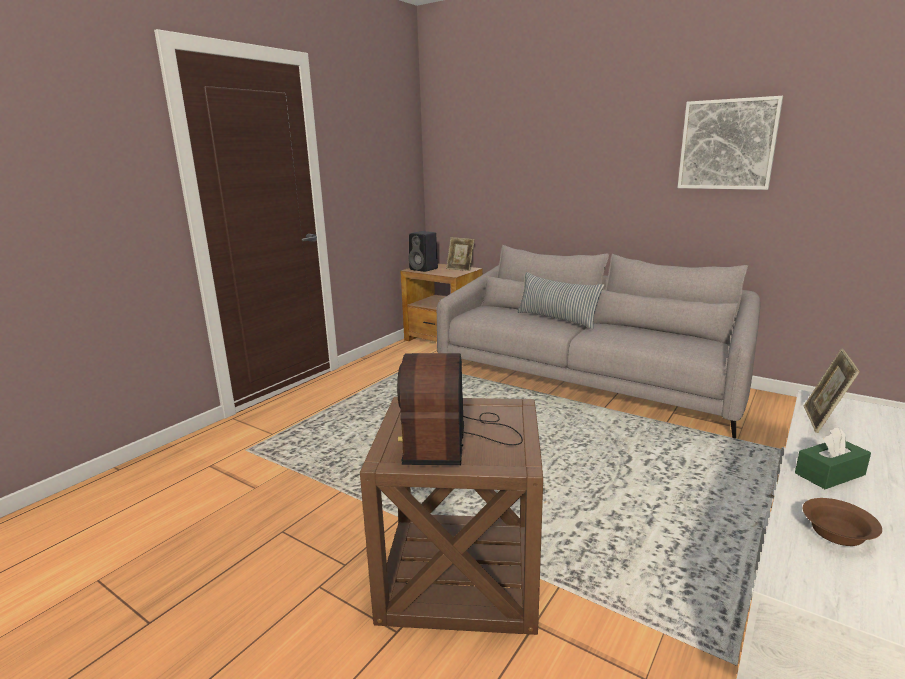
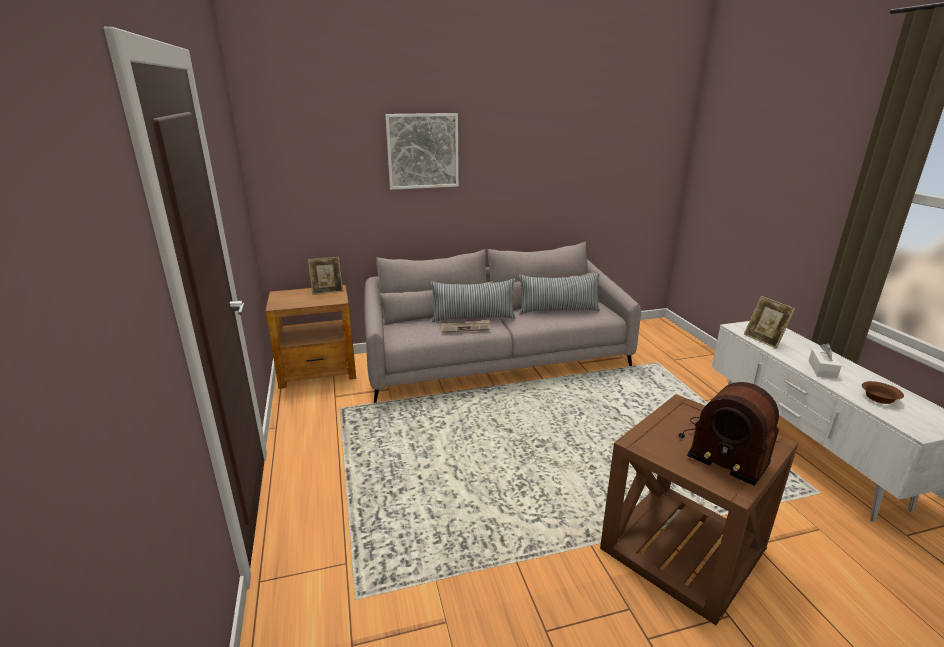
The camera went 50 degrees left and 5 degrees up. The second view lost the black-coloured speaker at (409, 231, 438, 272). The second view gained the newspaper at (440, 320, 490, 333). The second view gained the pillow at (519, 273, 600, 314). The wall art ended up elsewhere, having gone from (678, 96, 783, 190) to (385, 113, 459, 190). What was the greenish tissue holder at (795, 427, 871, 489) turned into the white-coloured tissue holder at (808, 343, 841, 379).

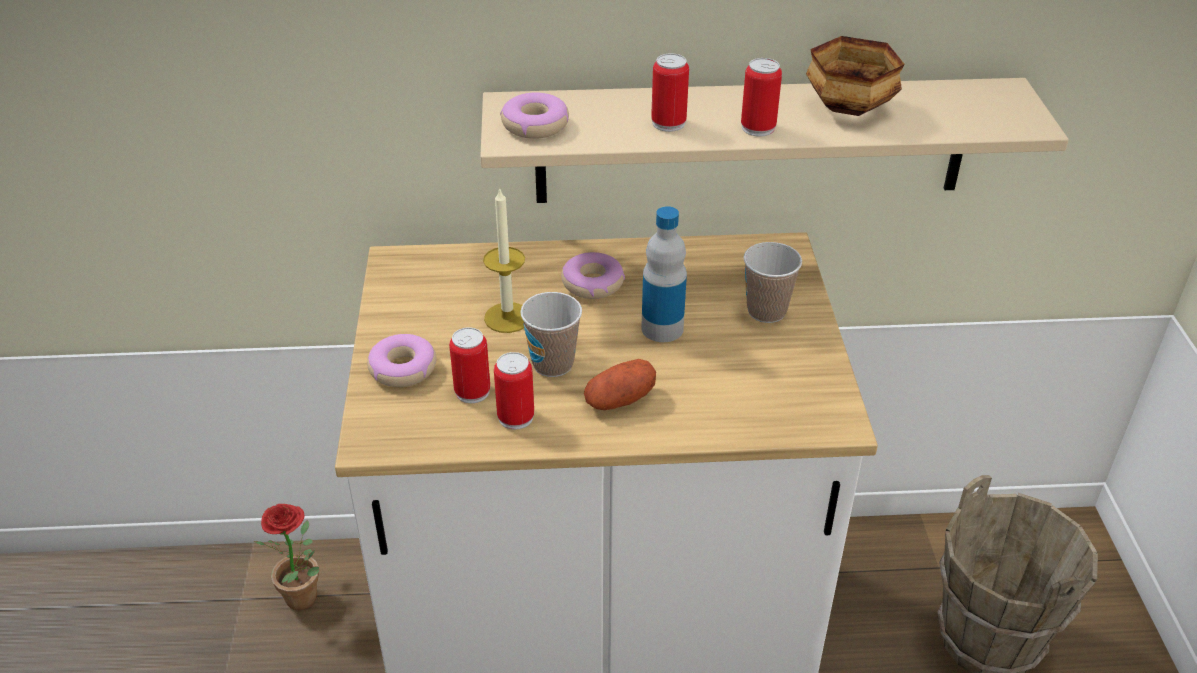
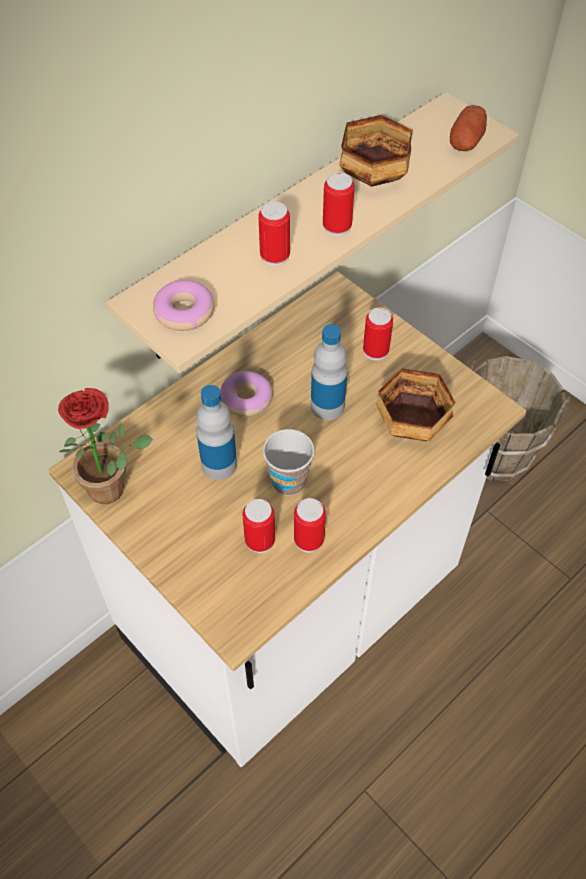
The camera went 40 degrees left and 15 degrees up. The second view lost the doughnut at (367, 334, 436, 387). The second view gained the bowl at (375, 368, 456, 441). The houseplant ended up elsewhere, having gone from (254, 504, 319, 610) to (58, 388, 153, 504). The potato ended up elsewhere, having gone from (584, 359, 656, 410) to (450, 105, 487, 151). Where the candle stood at (483, 187, 525, 333), the drink bottle came to stand at (196, 385, 237, 480). Where the cup stood at (743, 242, 802, 323), the metal can came to stand at (363, 307, 393, 361).

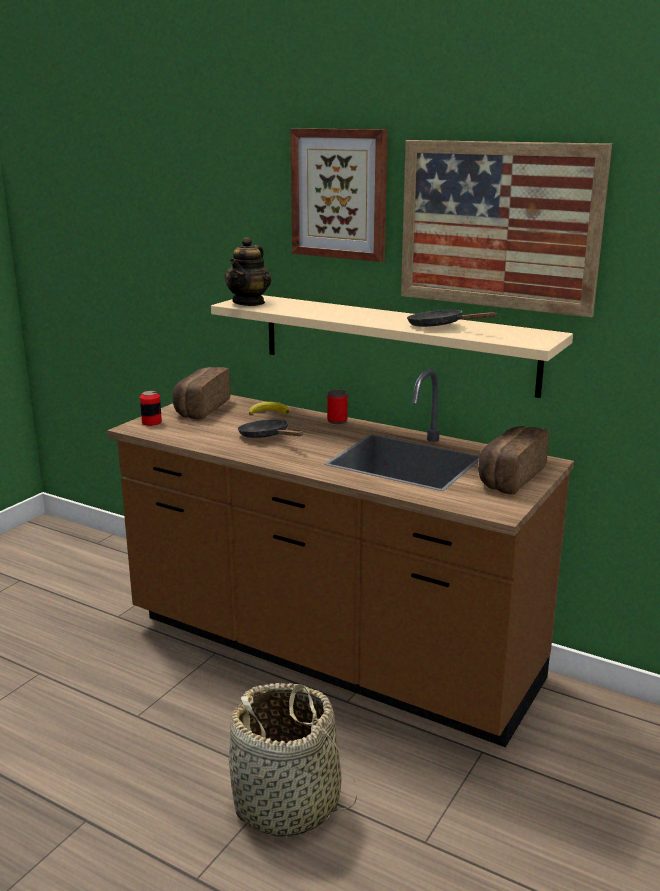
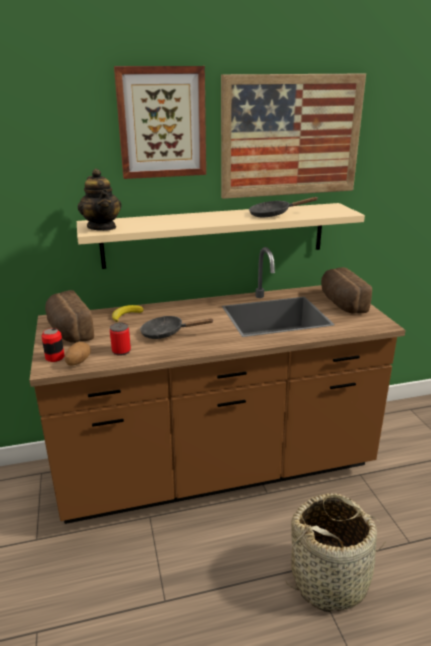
The camera went 45 degrees left and 5 degrees up. The second view gained the potato at (65, 342, 91, 366). The metal can ended up elsewhere, having gone from (327, 390, 348, 424) to (110, 323, 131, 356).

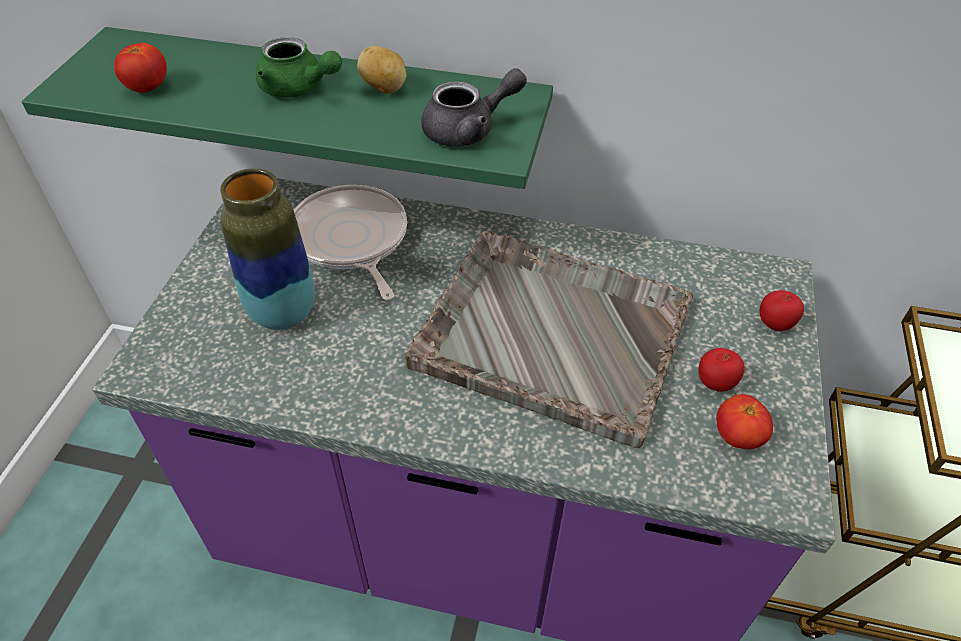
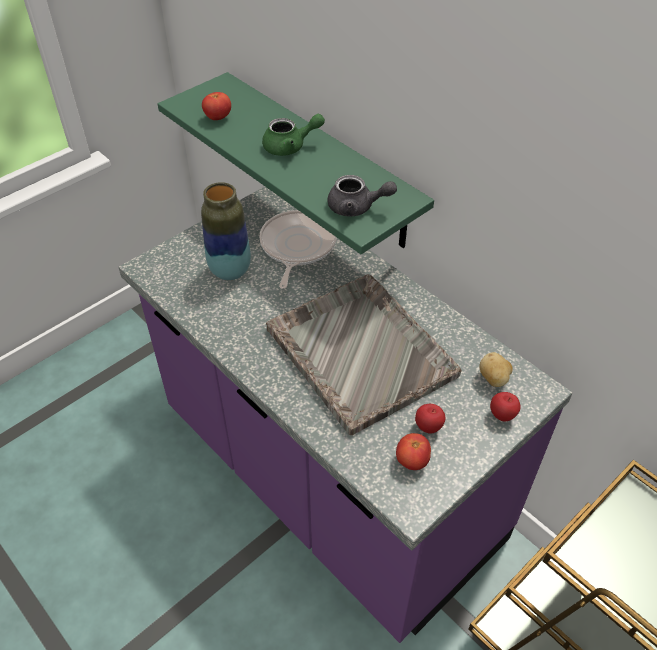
The camera went 35 degrees right and 0 degrees up. The potato ended up elsewhere, having gone from (357, 46, 407, 94) to (479, 352, 513, 387). The greenish tea pot at (256, 37, 342, 97) ended up facing another way, 75 degrees counterclockwise from before.

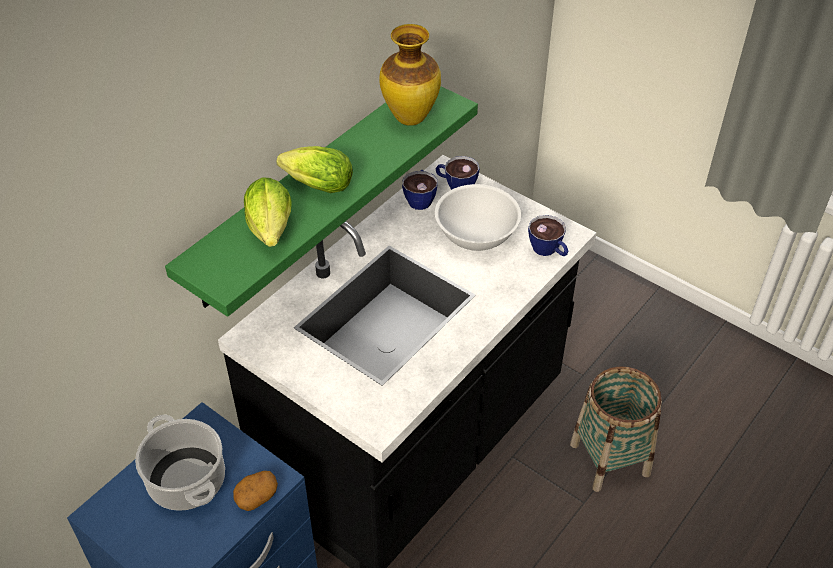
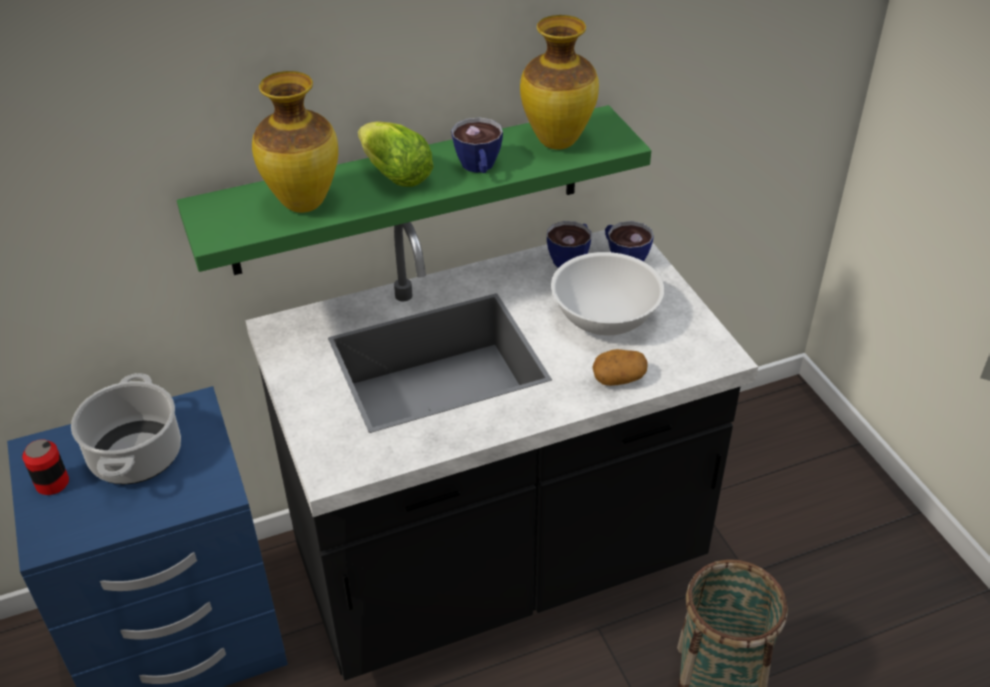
The camera went 30 degrees right and 5 degrees down. The second view gained the metal can at (22, 439, 69, 495). The potato ended up elsewhere, having gone from (233, 471, 278, 511) to (592, 349, 648, 386). The cup ended up elsewhere, having gone from (528, 215, 568, 256) to (451, 117, 503, 173). Where the lettuce head stood at (244, 177, 292, 247), the decorative vase came to stand at (252, 71, 338, 213).

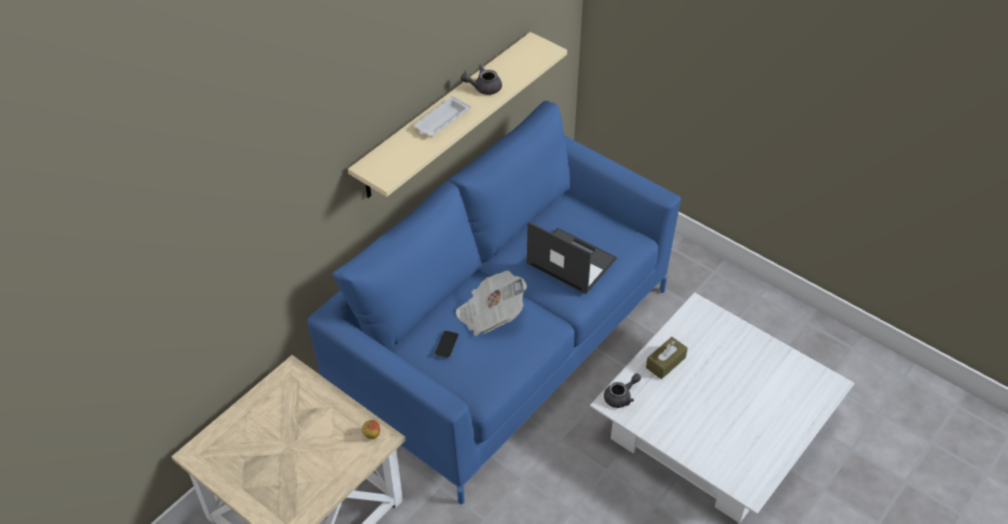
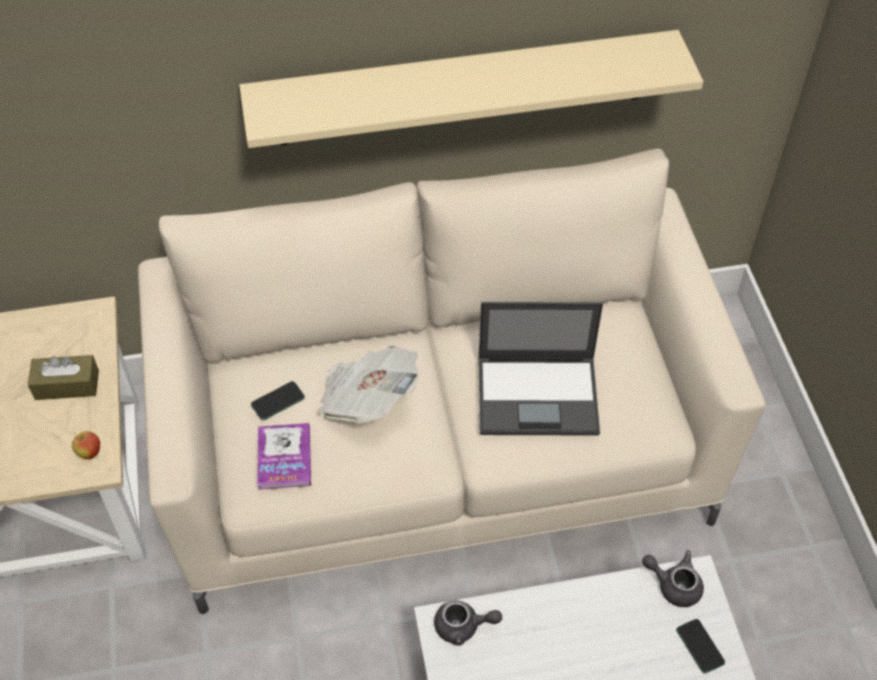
The camera went 40 degrees right and 5 degrees up. The second view lost the white-coloured serving tray at (414, 96, 471, 137). The second view gained the bound book at (257, 423, 311, 490). The second view gained the handset at (676, 619, 725, 674). The gray tea pot ended up elsewhere, having gone from (461, 64, 502, 95) to (642, 550, 704, 607). The brown-coloured tissue holder ended up elsewhere, having gone from (646, 337, 688, 379) to (28, 355, 99, 400). What was the blue couch at (308, 101, 681, 504) turned into the sand-coloured couch at (138, 149, 766, 614). The portable computer at (526, 221, 617, 294) ended up facing another way, 105 degrees clockwise from before.

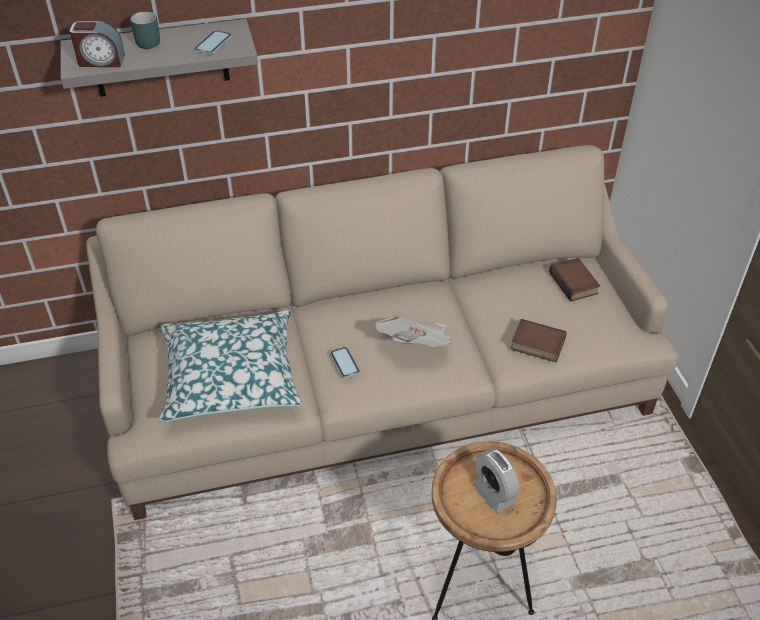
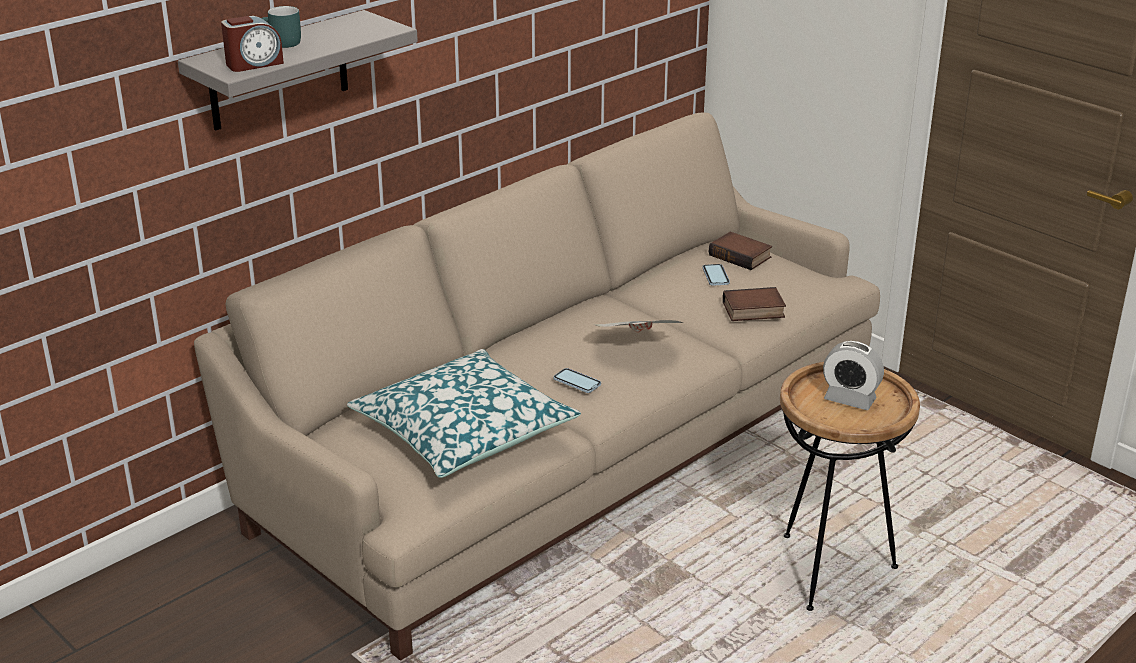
The camera went 30 degrees left and 15 degrees down. The handset ended up elsewhere, having gone from (194, 30, 232, 55) to (702, 264, 730, 286).

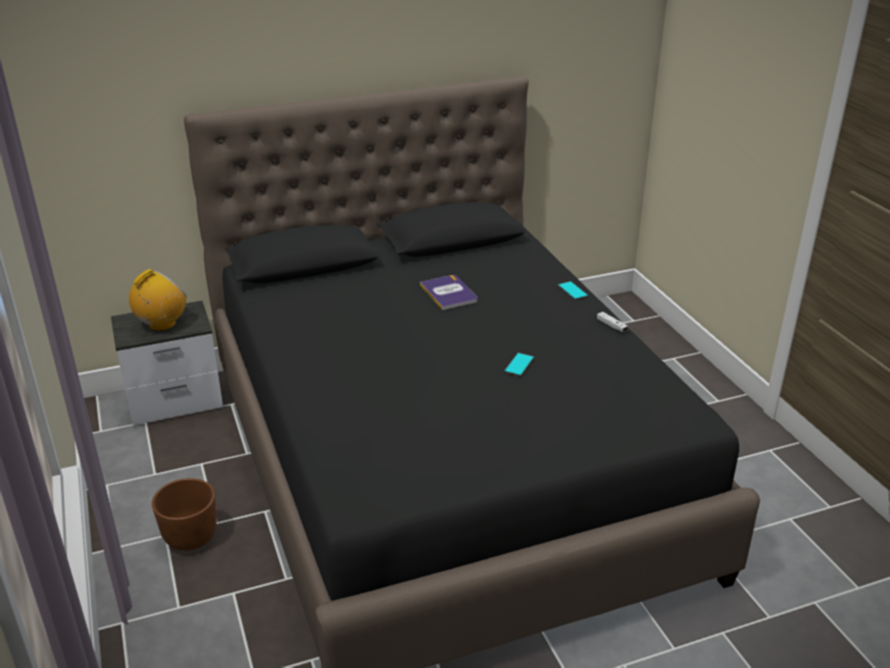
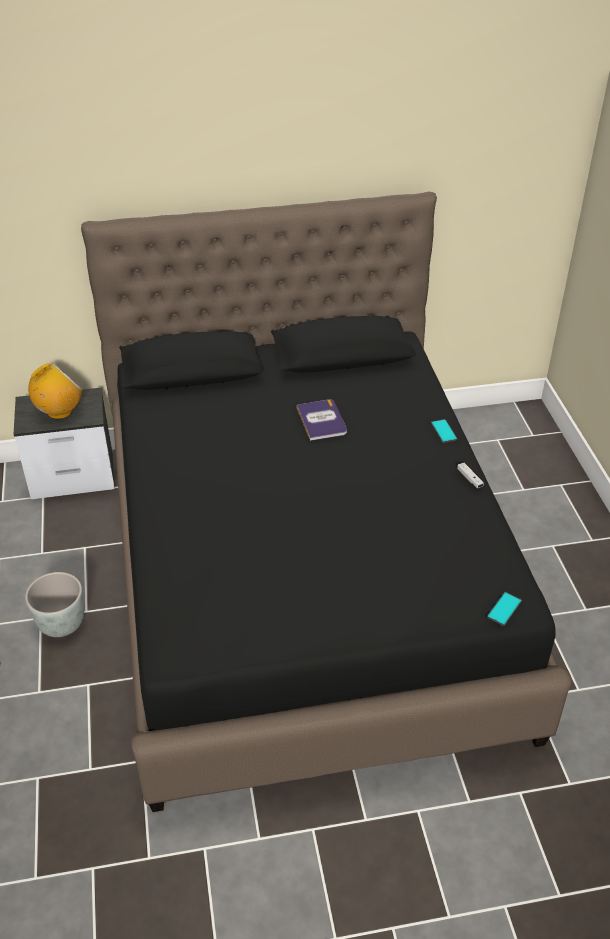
The camera went 10 degrees right and 10 degrees up. The handset ended up elsewhere, having gone from (504, 352, 534, 377) to (487, 592, 522, 626). What was the brown-coloured plant pot at (152, 478, 217, 551) turned into the gray plant pot at (25, 572, 84, 637).

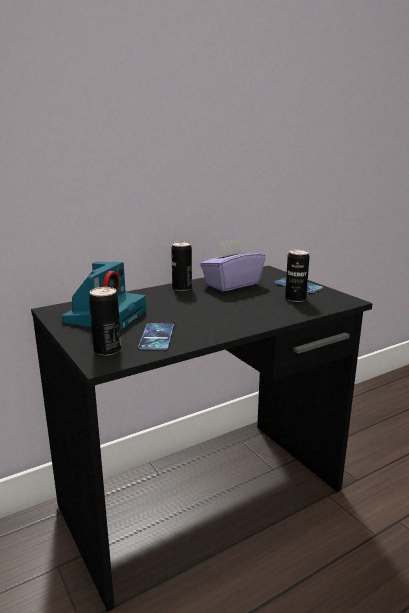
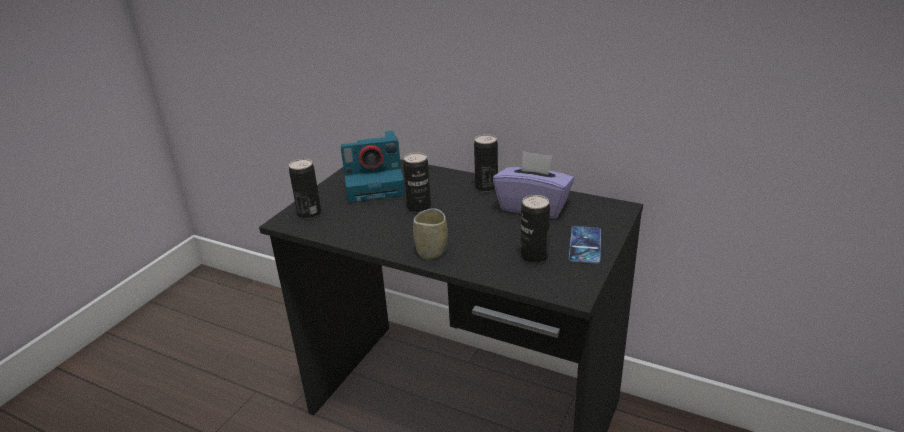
The camera went 60 degrees right and 10 degrees up. The second view lost the handset at (138, 323, 174, 350). The second view gained the metal can at (403, 152, 431, 213). The second view gained the cup at (413, 208, 448, 259).

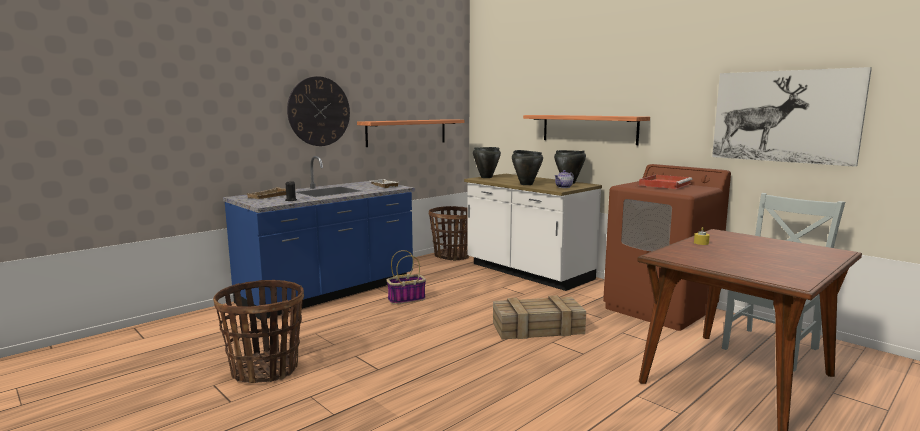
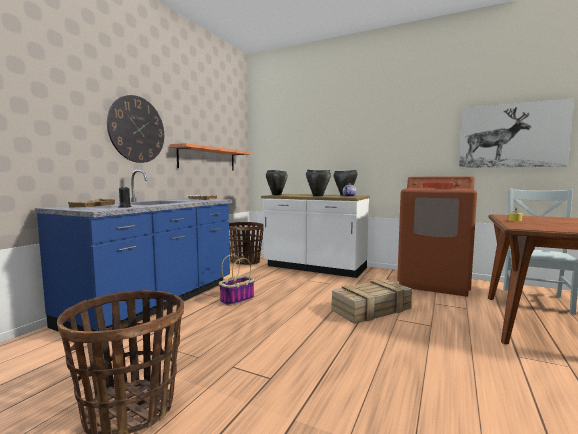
The camera went 20 degrees left and 5 degrees down. The second view lost the shelf at (523, 115, 650, 145).

